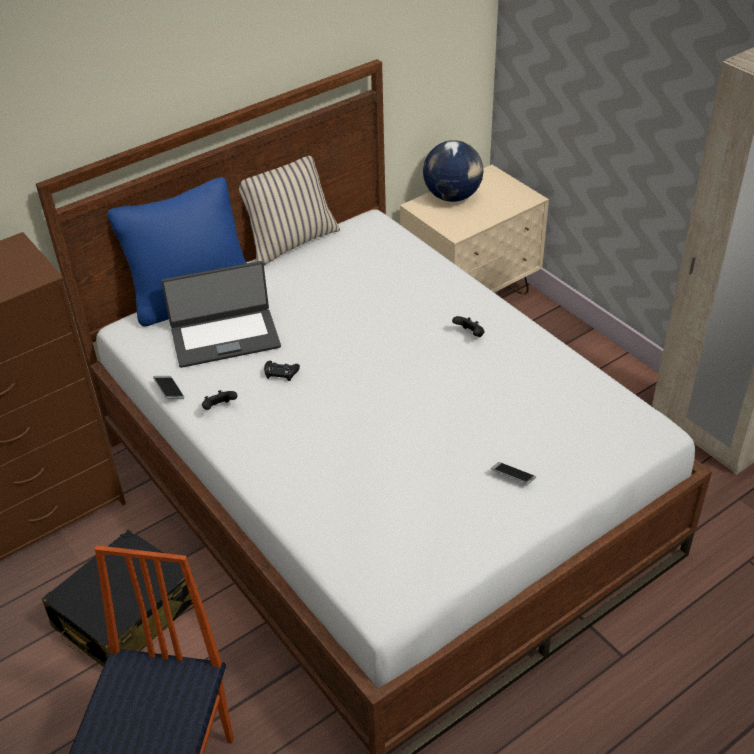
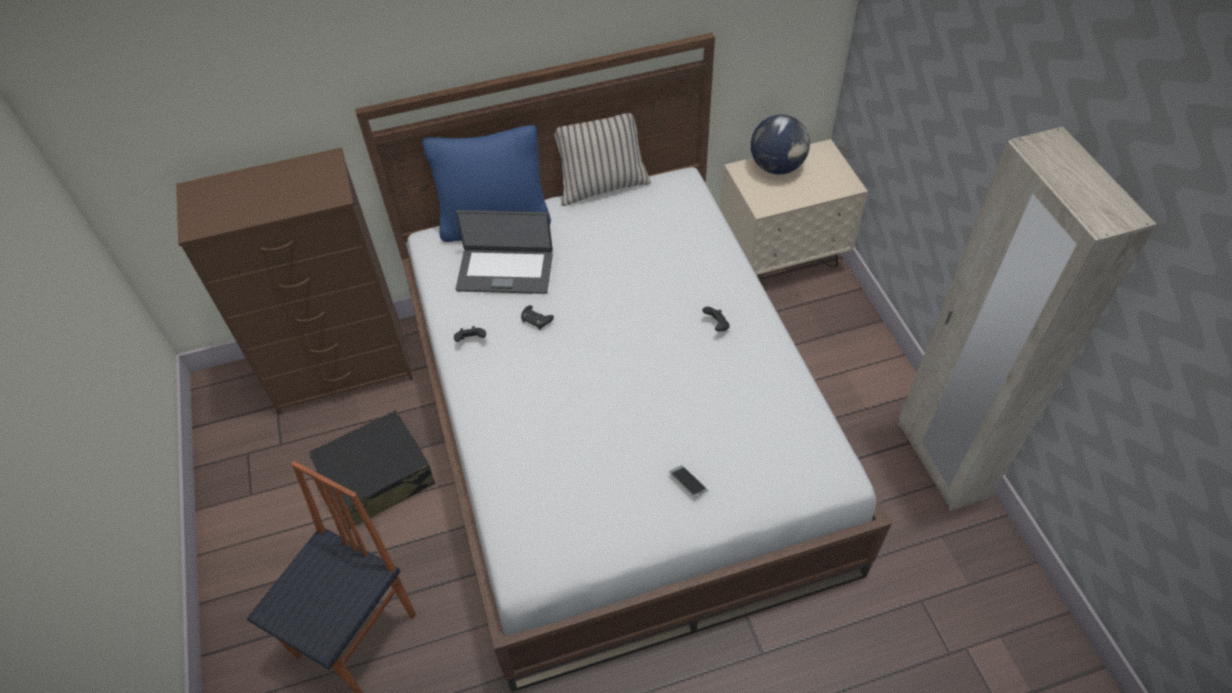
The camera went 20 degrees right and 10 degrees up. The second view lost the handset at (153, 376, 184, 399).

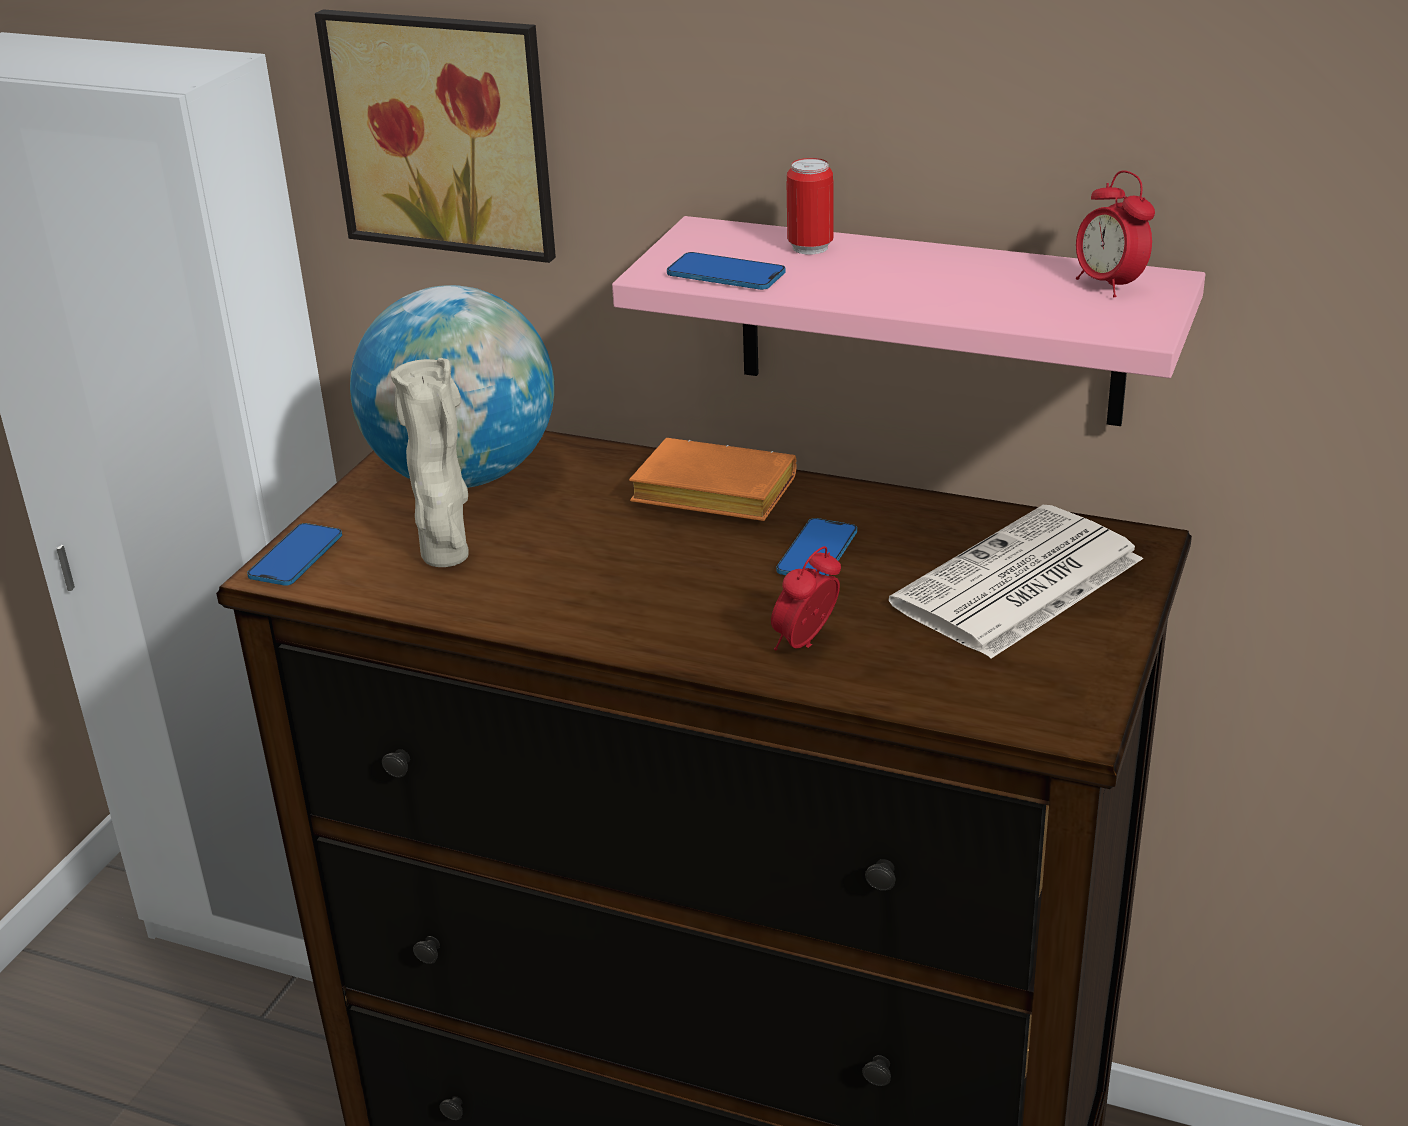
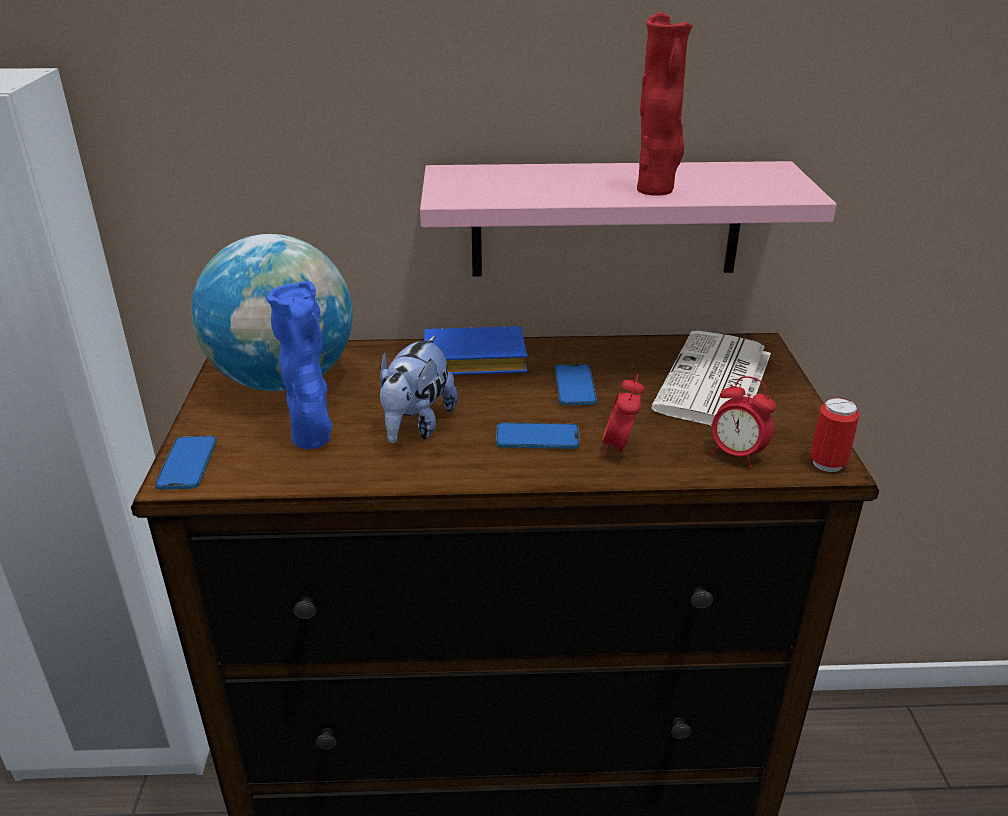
The camera went 25 degrees left and 0 degrees up. The second view lost the wall art at (315, 9, 556, 263). The second view gained the soft toy at (380, 336, 458, 444). The second view gained the red decorative vase at (637, 12, 693, 196). The handset ended up elsewhere, having gone from (667, 252, 785, 290) to (496, 423, 580, 449). The metal can ended up elsewhere, having gone from (787, 158, 834, 255) to (810, 397, 860, 472). The bedside clock ended up elsewhere, having gone from (1076, 171, 1155, 297) to (711, 376, 776, 468). What was the sand-coloured decorative vase at (390, 358, 469, 567) turned into the blue decorative vase at (267, 281, 332, 449). What was the orange bound book at (629, 438, 797, 521) turned into the blue bound book at (424, 326, 527, 375).

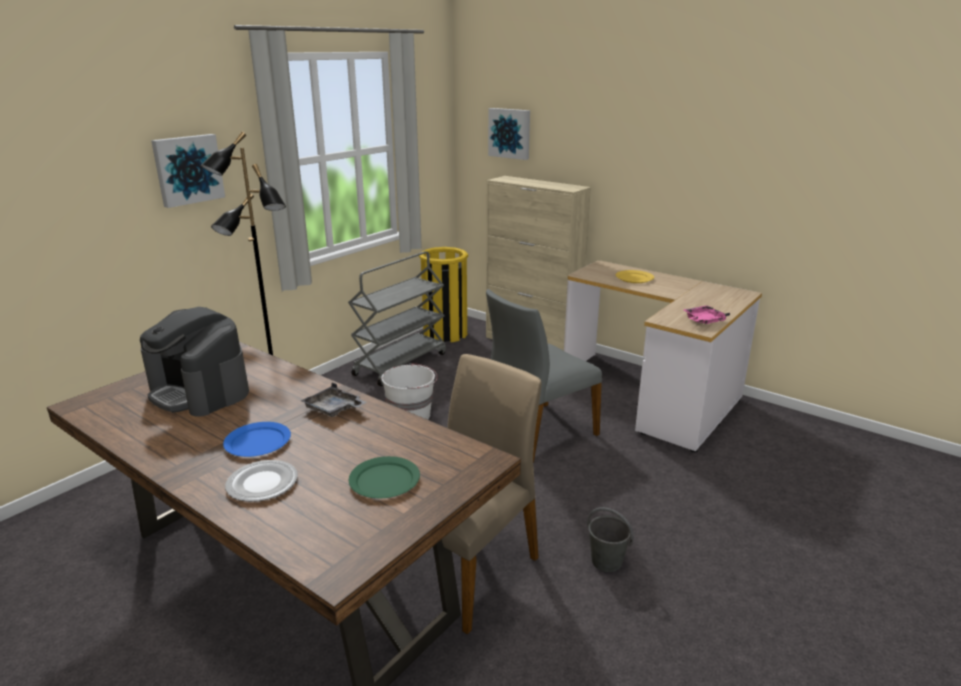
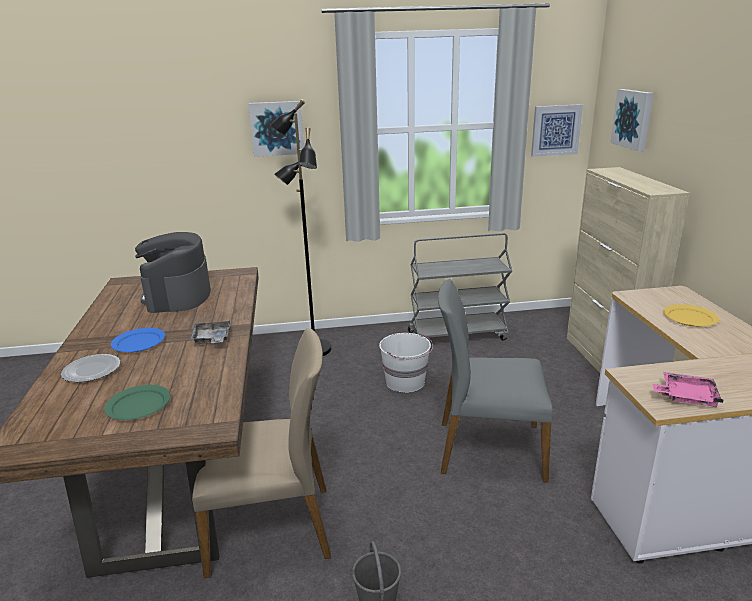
The camera went 45 degrees right and 0 degrees up. The second view lost the yellow rubbish bin at (419, 247, 468, 343). The second view gained the wall art at (531, 104, 583, 157).

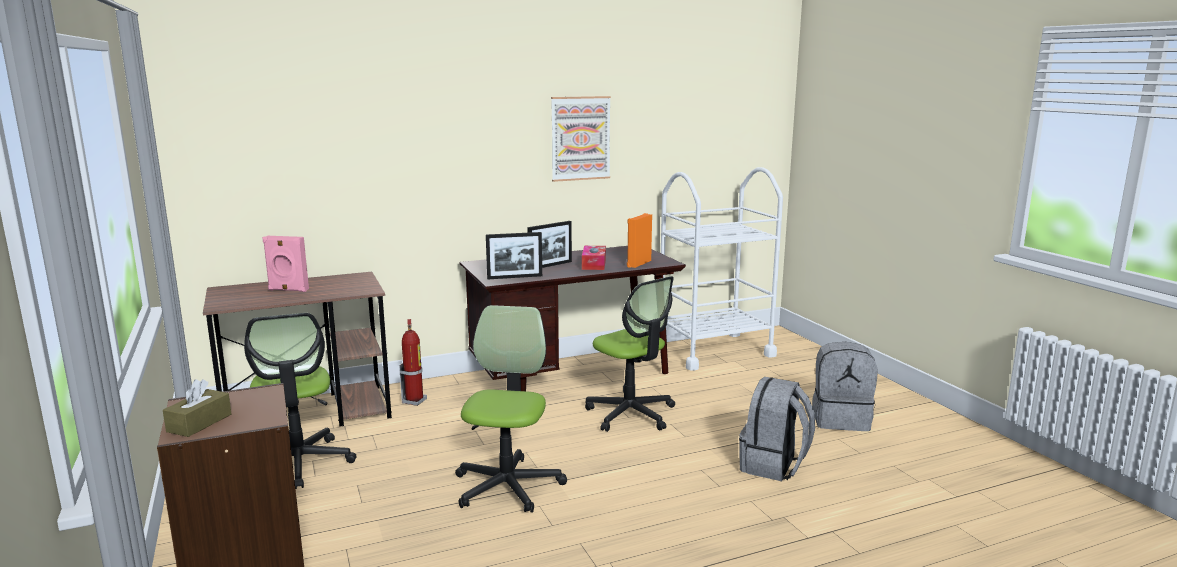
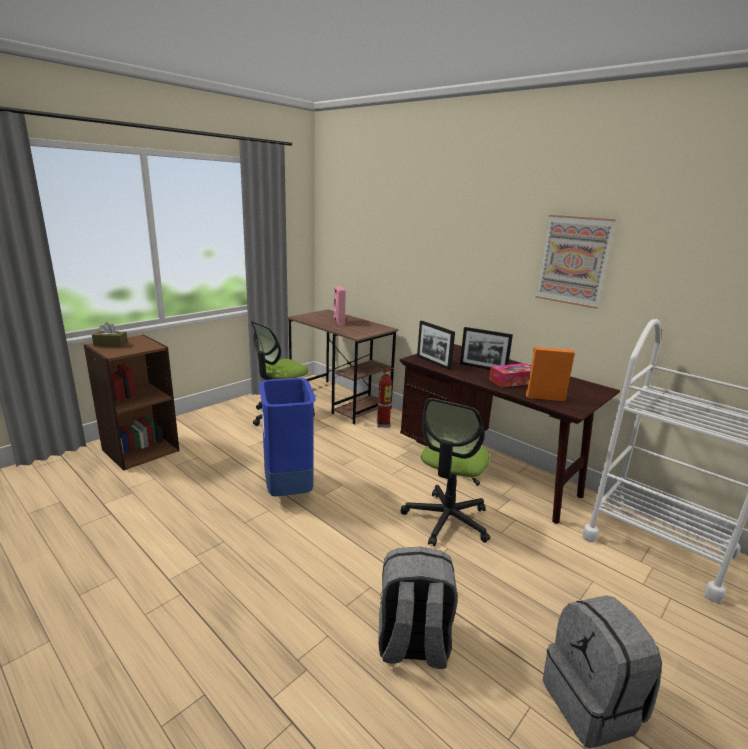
The camera went 65 degrees right and 5 degrees up. Where the desk chair stood at (455, 305, 567, 513), the blue rubbish bin came to stand at (259, 378, 316, 496).

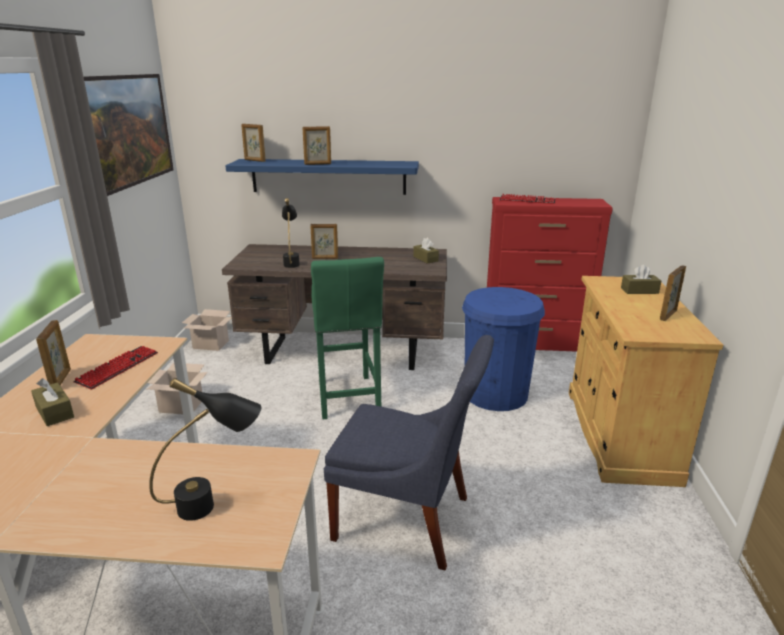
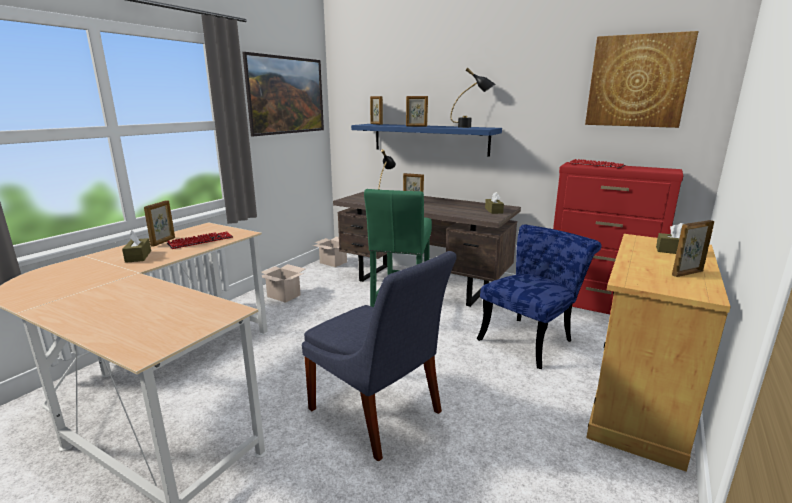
The camera went 25 degrees right and 5 degrees down. The second view gained the wall art at (585, 31, 699, 128). The black-coloured tabletop lamp ended up elsewhere, having gone from (149, 378, 261, 521) to (450, 68, 495, 128). Where the blue rubbish bin stood at (462, 287, 545, 411), the blue chair came to stand at (477, 224, 602, 369).

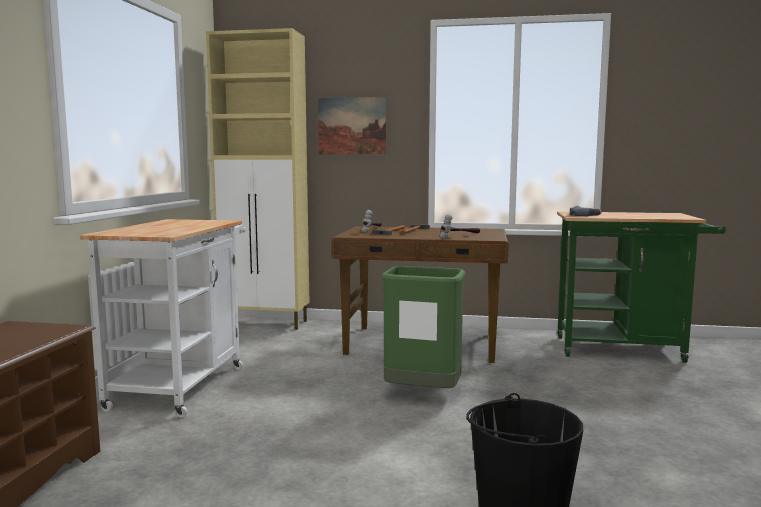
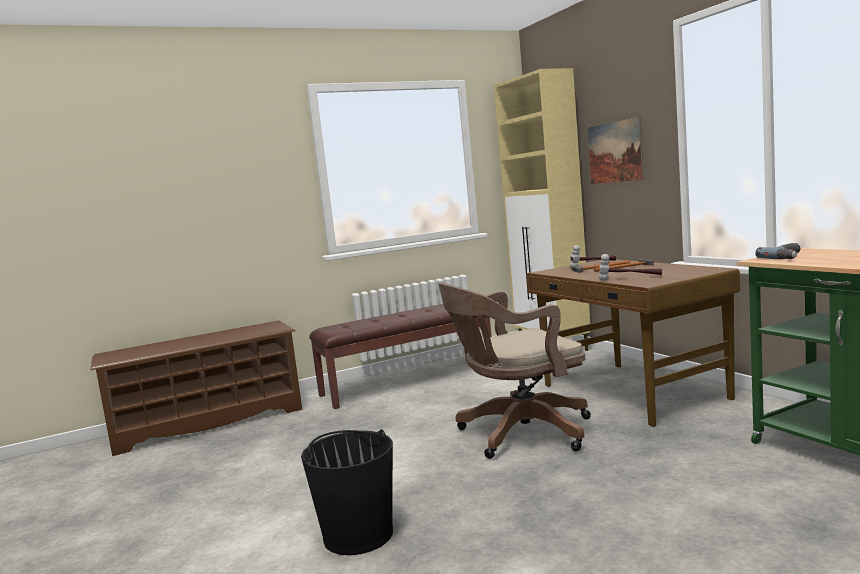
The camera went 55 degrees right and 0 degrees up. Where the white-coloured cart stood at (80, 219, 246, 418), the brown-coloured indoor bench came to stand at (309, 304, 492, 409). Where the greenish rubbish bin stood at (382, 266, 466, 388), the brown-coloured desk chair came to stand at (438, 282, 591, 459).

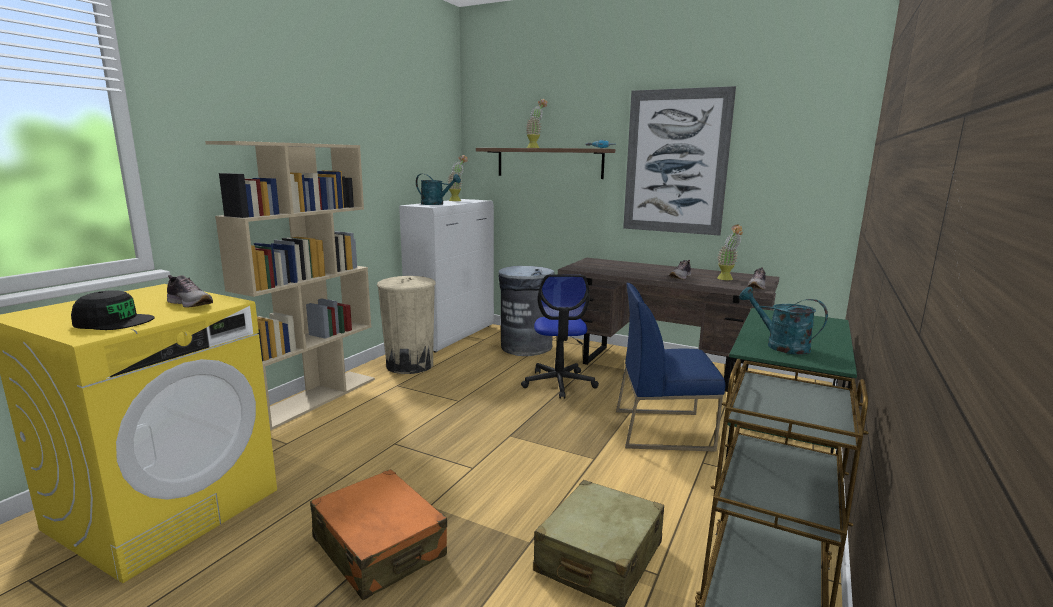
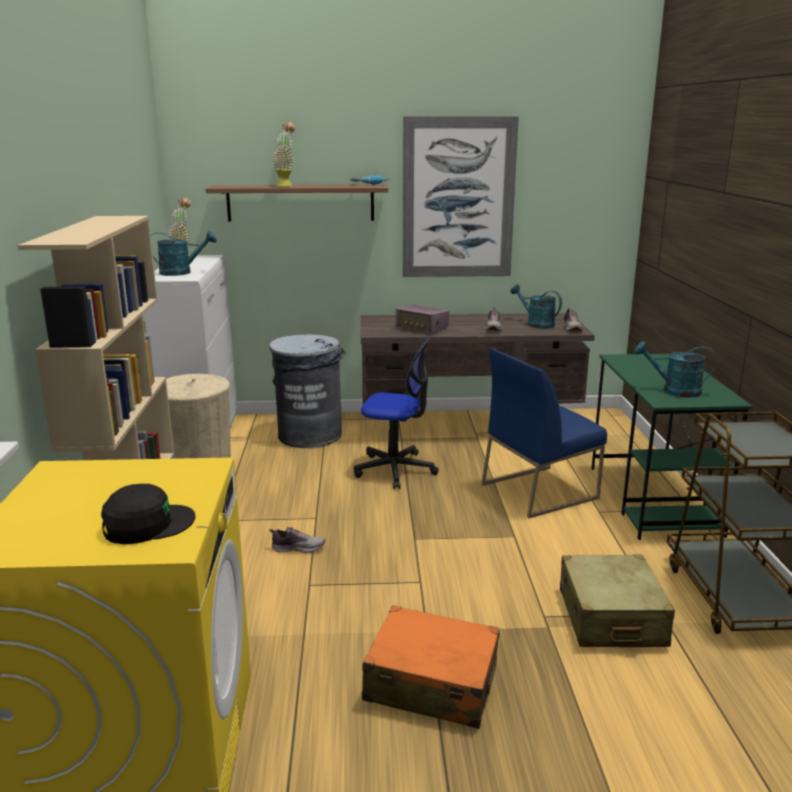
The camera went 30 degrees left and 5 degrees up. The second view gained the radio set at (396, 304, 449, 333). The shoe ended up elsewhere, having gone from (167, 275, 213, 308) to (269, 527, 325, 553). Where the houseplant stood at (717, 224, 743, 280), the turquoise-coloured watering pot came to stand at (510, 284, 562, 329). The desk chair at (521, 274, 599, 399) ended up facing another way, 45 degrees counterclockwise from before.

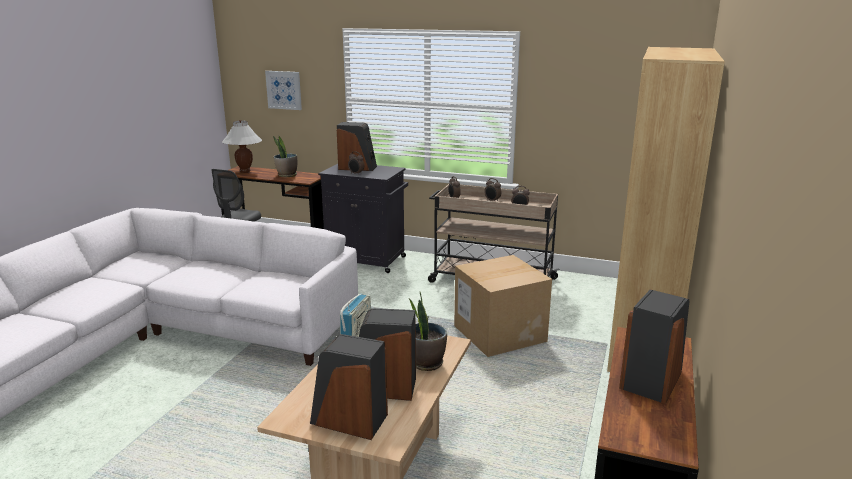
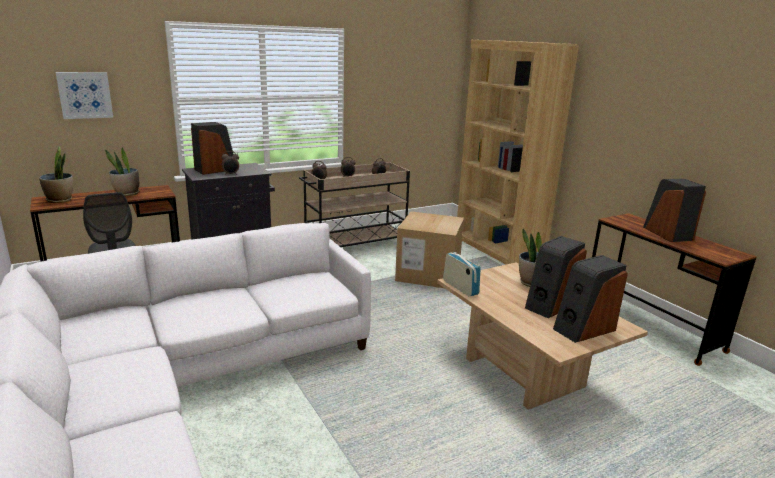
The camera went 50 degrees left and 0 degrees up. Where the white-coloured tabletop lamp stood at (222, 120, 262, 173), the houseplant came to stand at (39, 147, 73, 203).

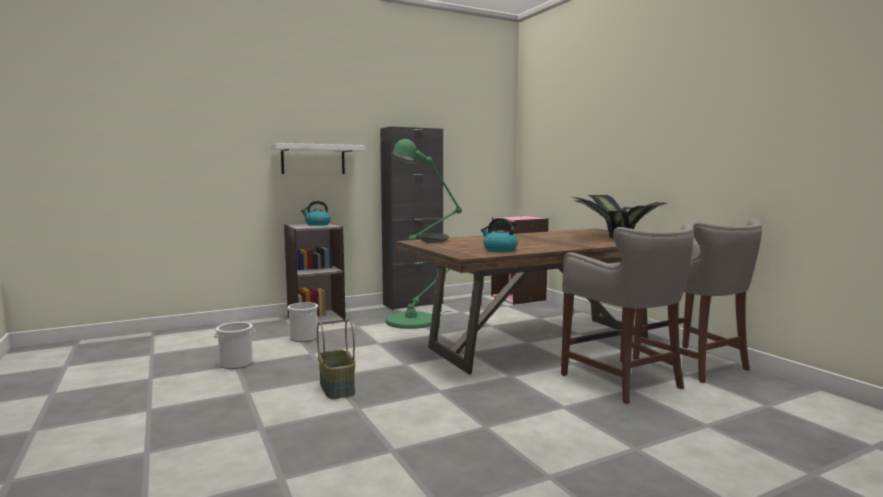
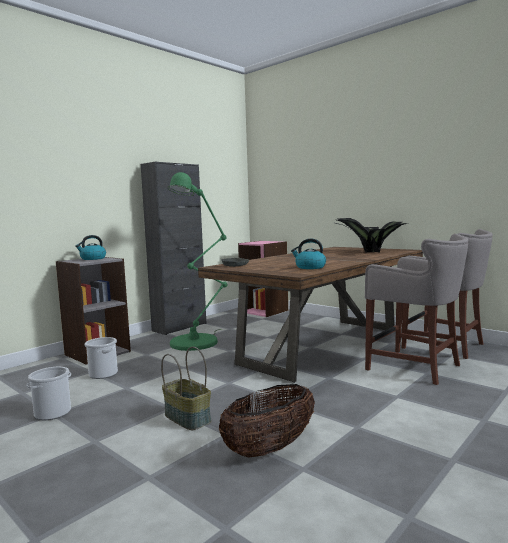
The camera went 20 degrees left and 0 degrees up. The second view lost the white-coloured shelf at (269, 143, 365, 174). The second view gained the storage basket at (219, 384, 315, 458).

